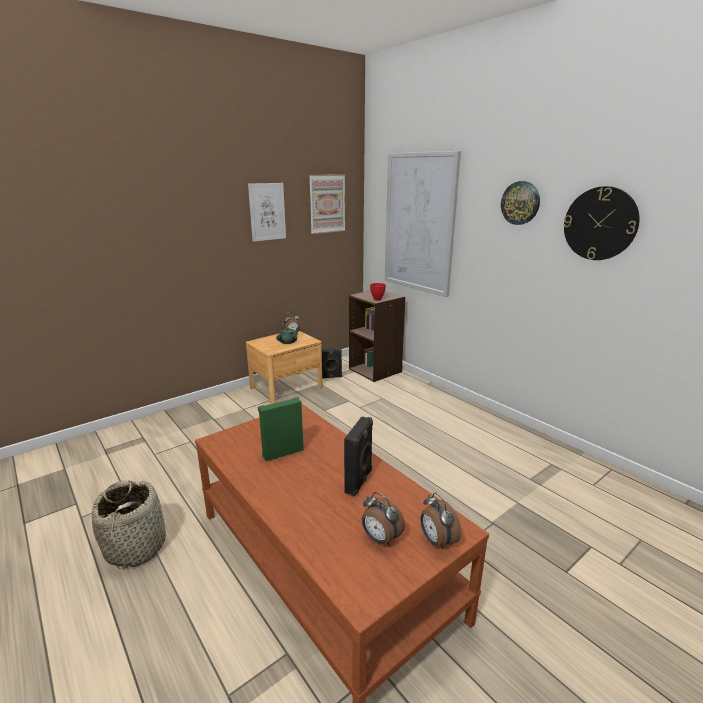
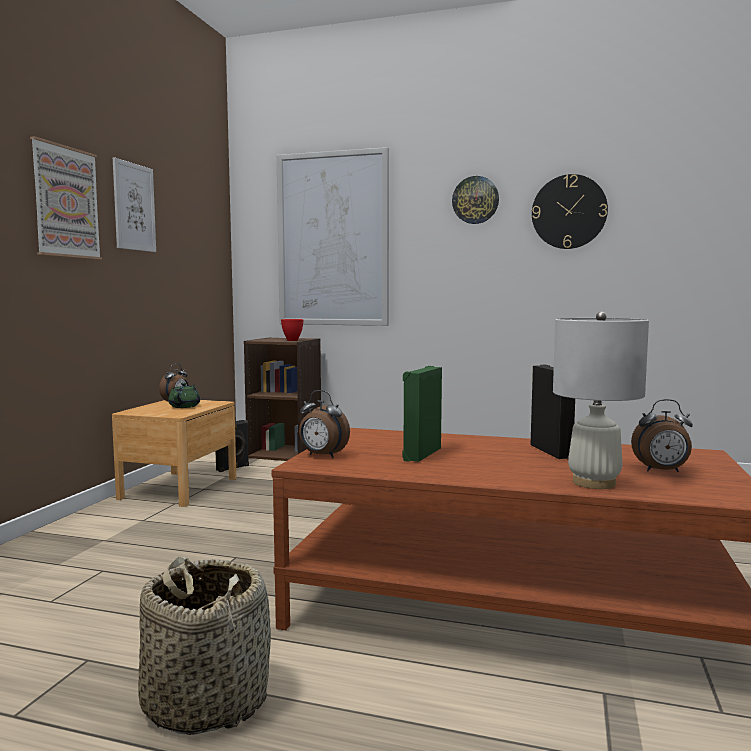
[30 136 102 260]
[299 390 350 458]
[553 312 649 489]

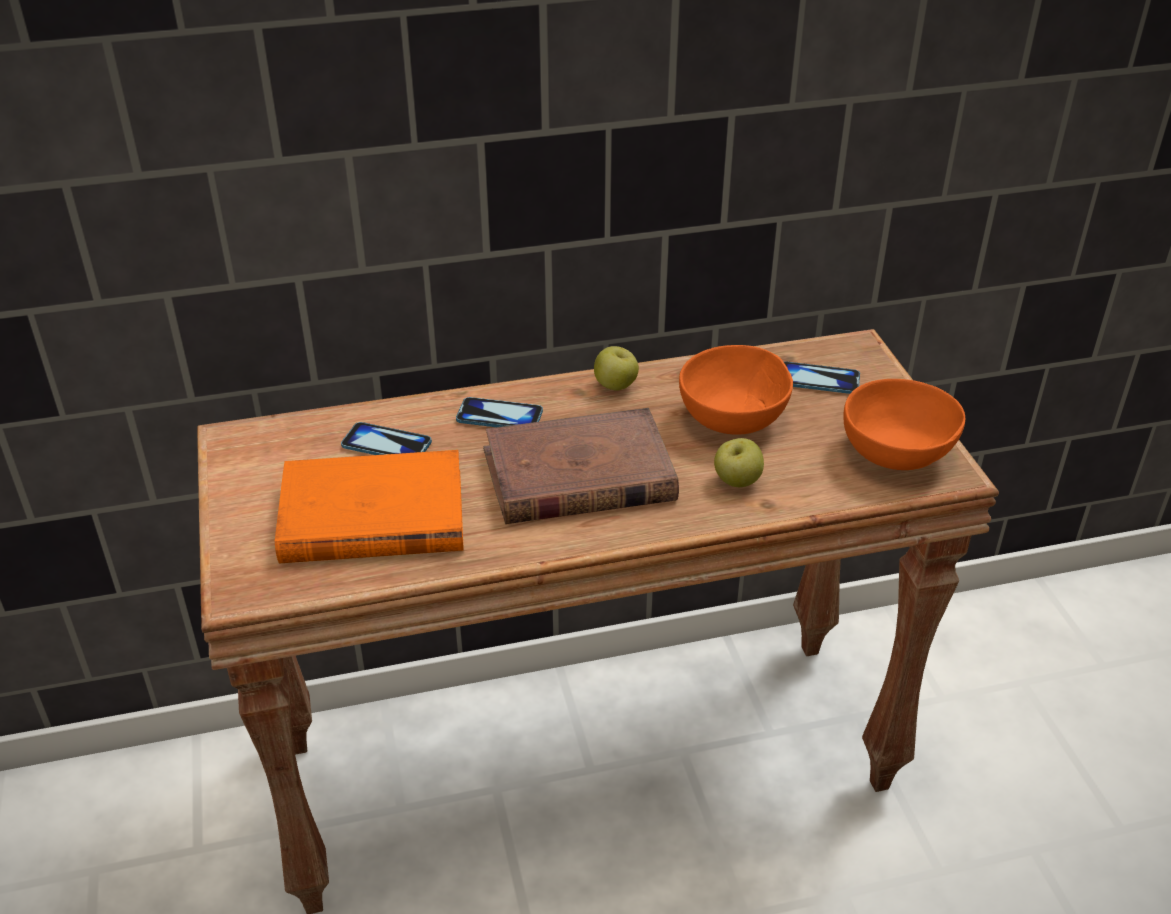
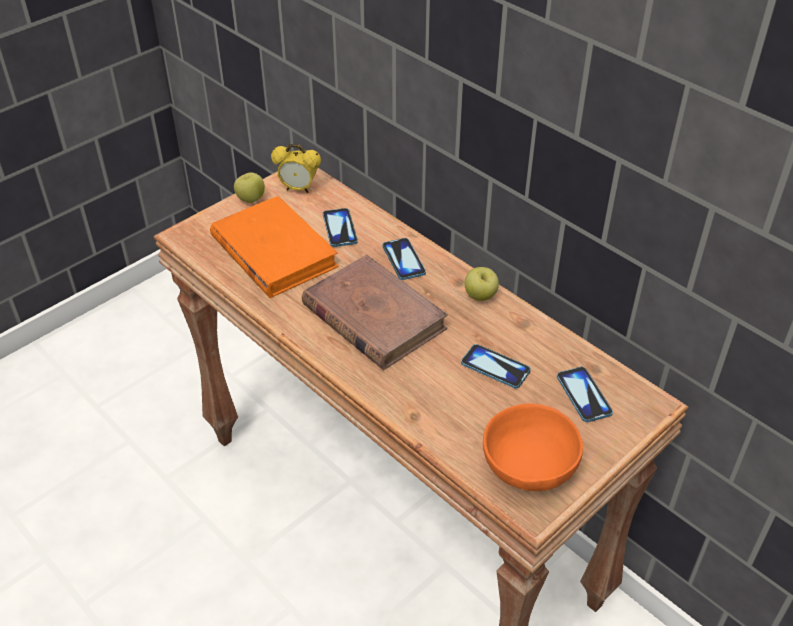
[234 172 265 203]
[271 144 321 193]
[461 344 531 388]

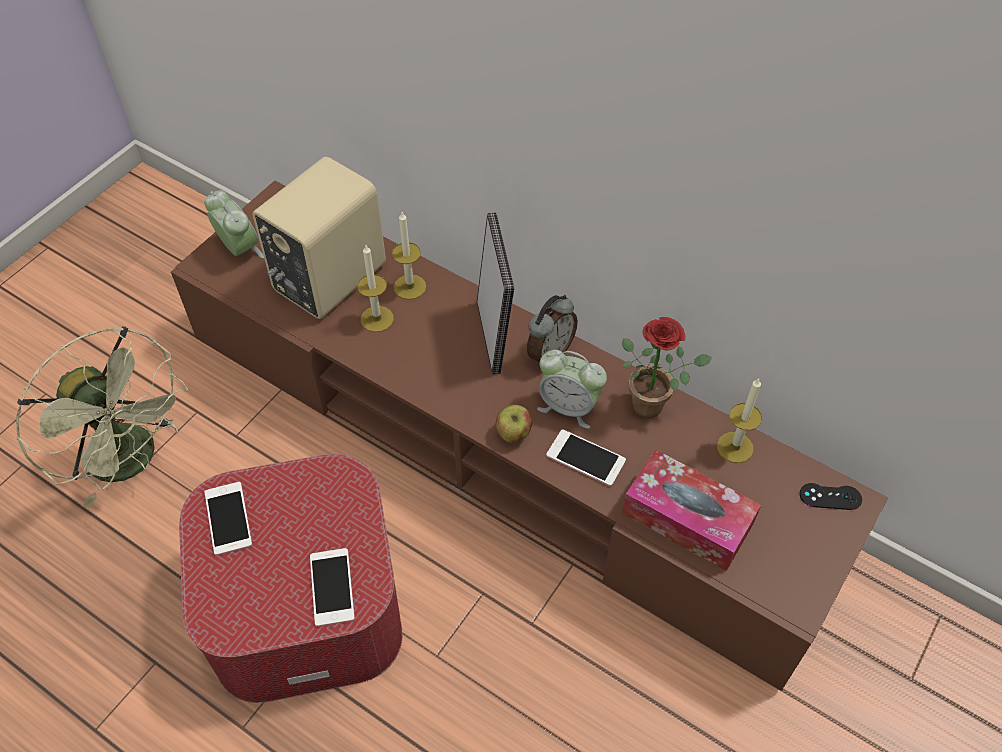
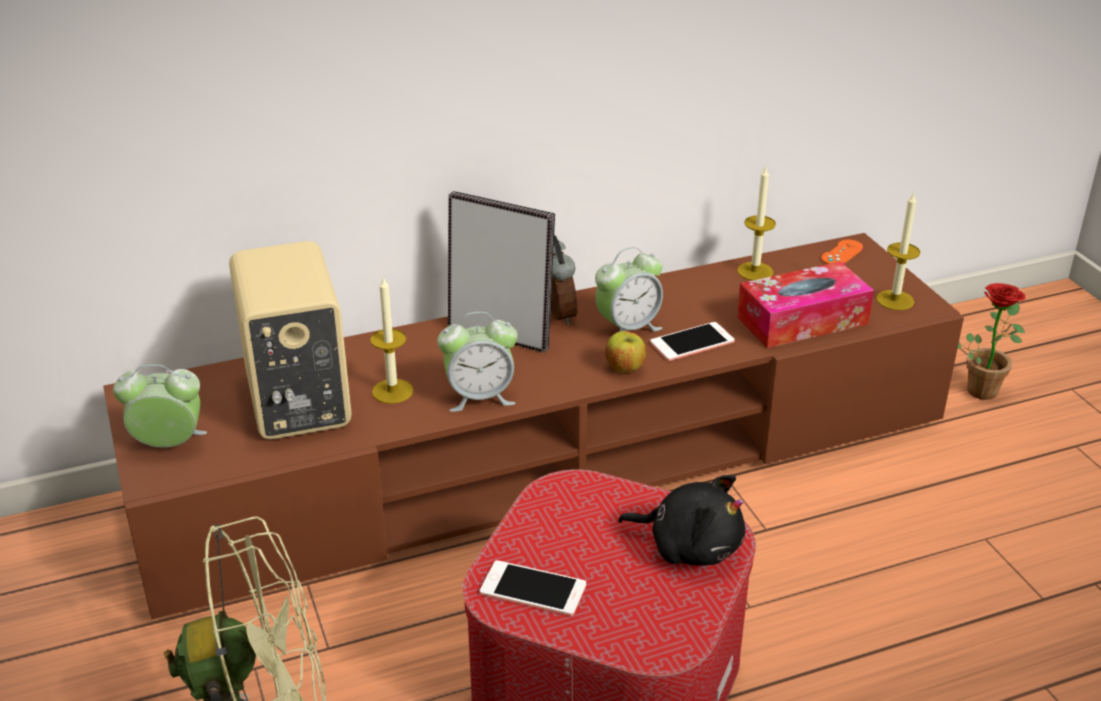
[437 312 517 412]
[618 475 745 566]
[821 240 863 264]
[876 192 920 310]
[958 283 1025 400]

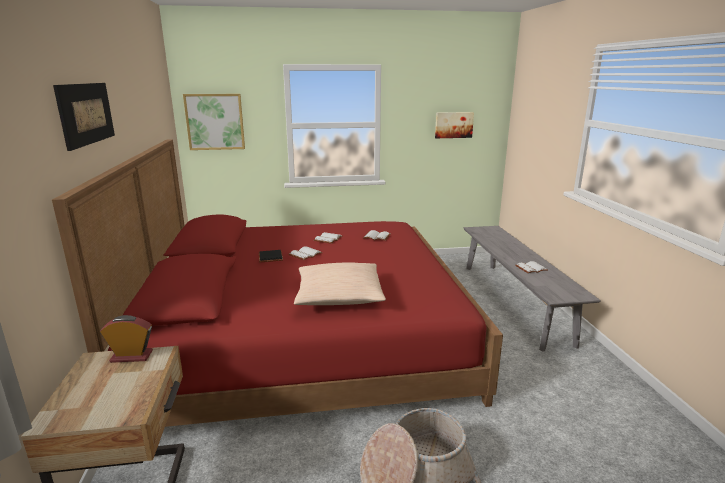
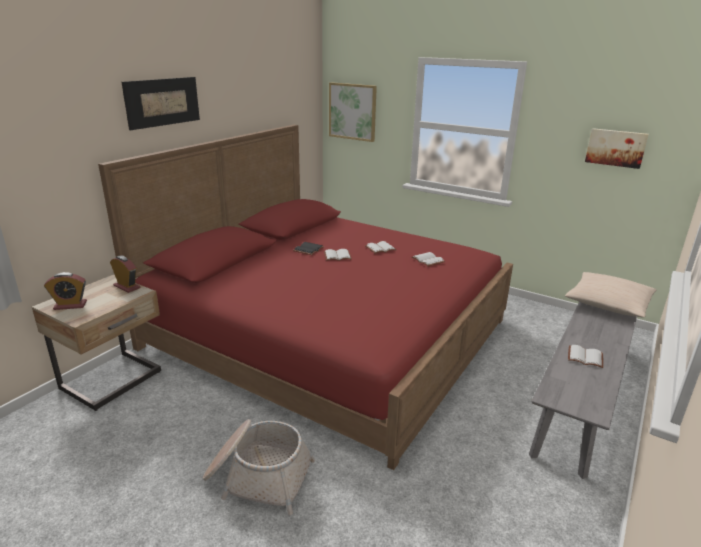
[44 272 87 310]
[565 272 656 318]

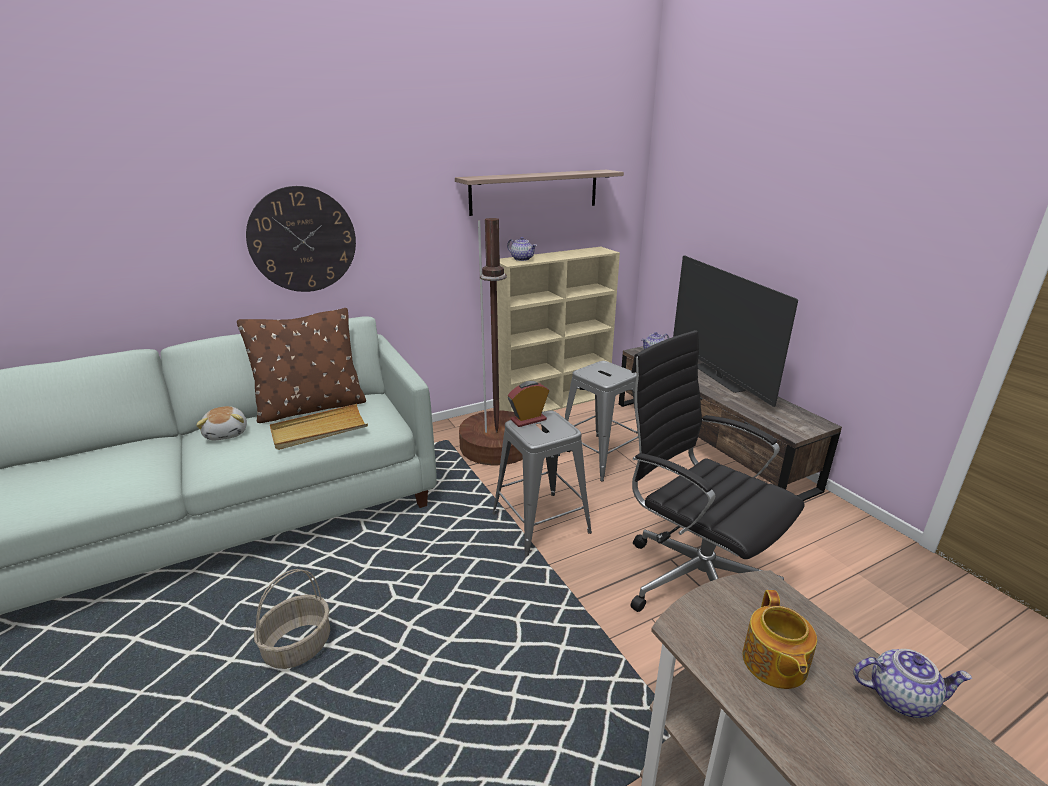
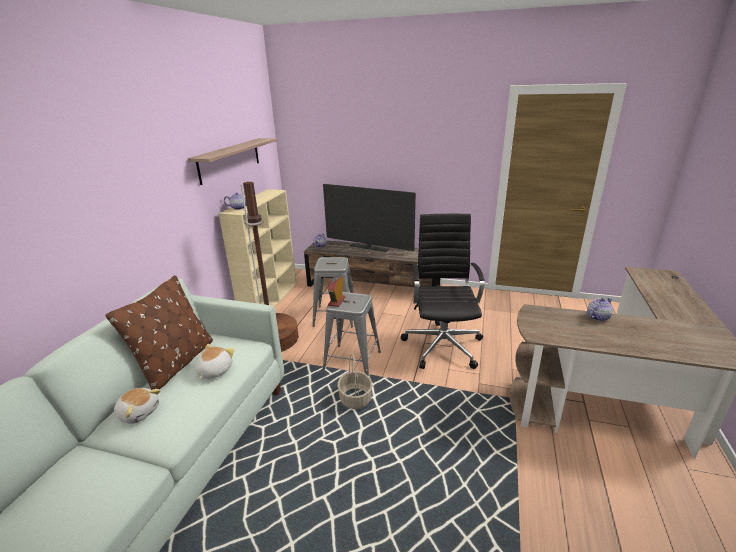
[195 344 234 379]
[337 354 372 409]
[401 214 485 369]
[246 186 356 292] (first image)
[743 590 817 689] (first image)

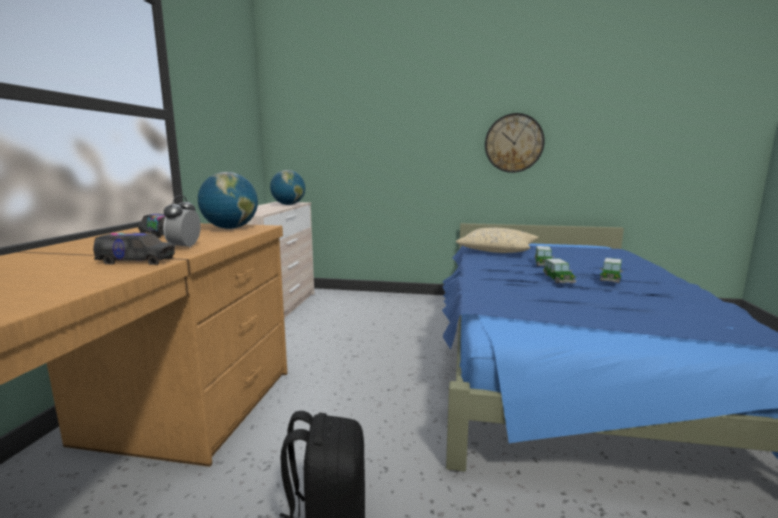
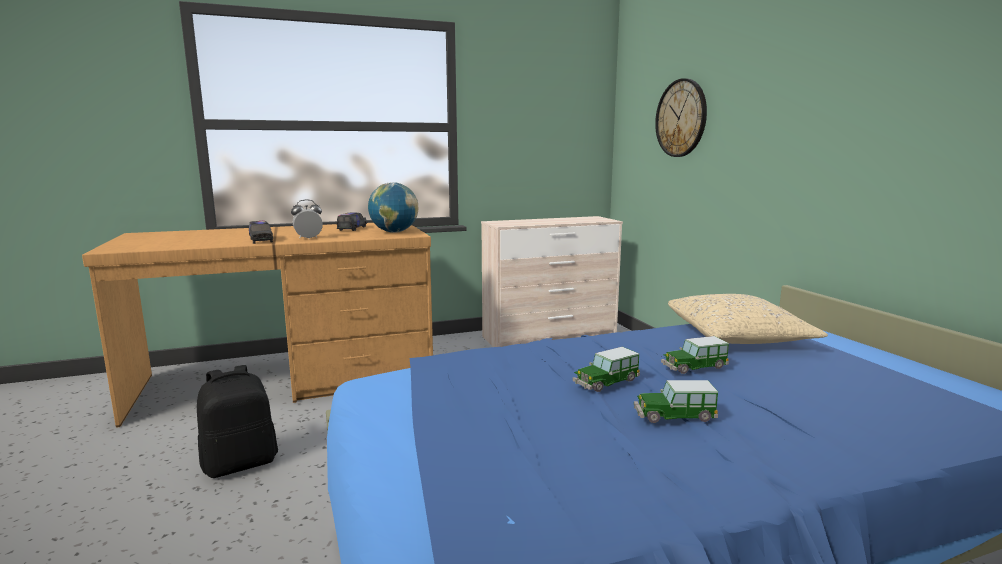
[655 78 707 157]
[270 170 305 205] (first image)

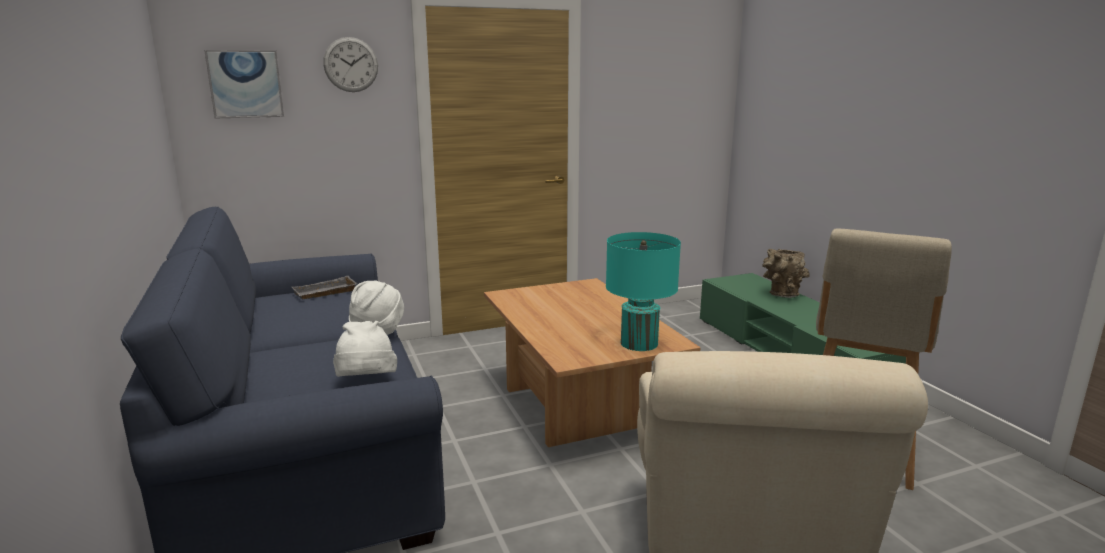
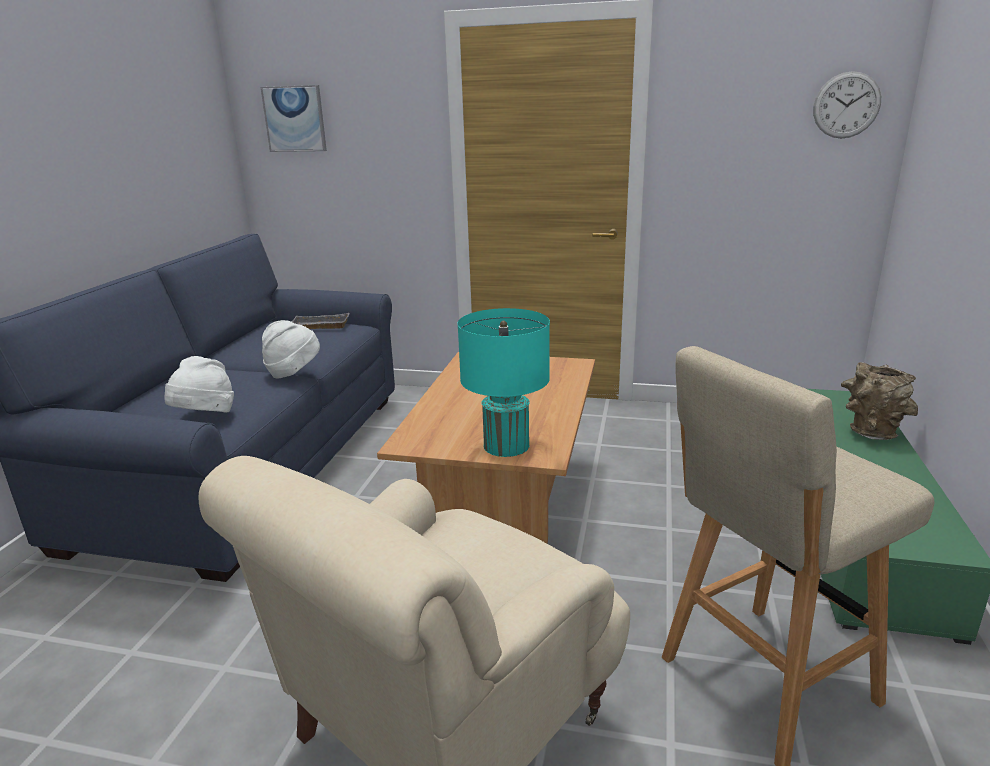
[813 71 881 138]

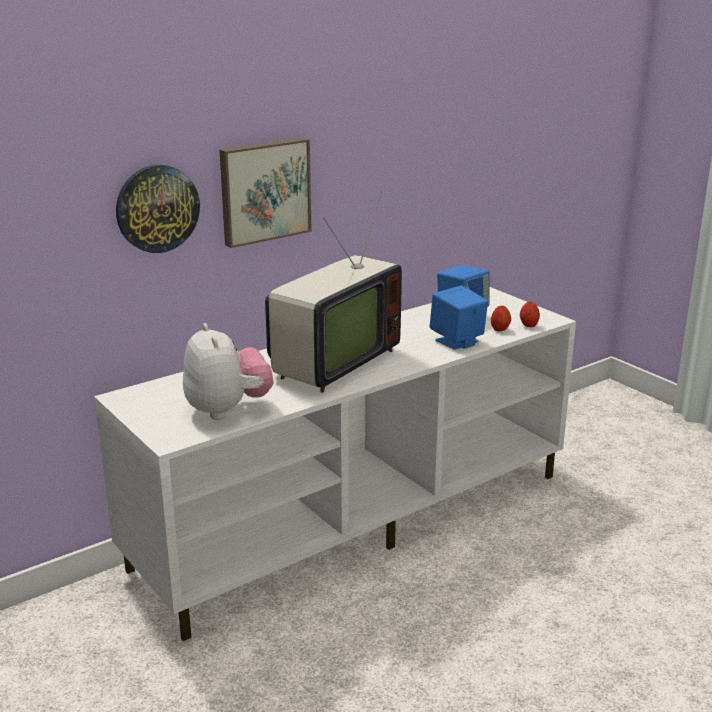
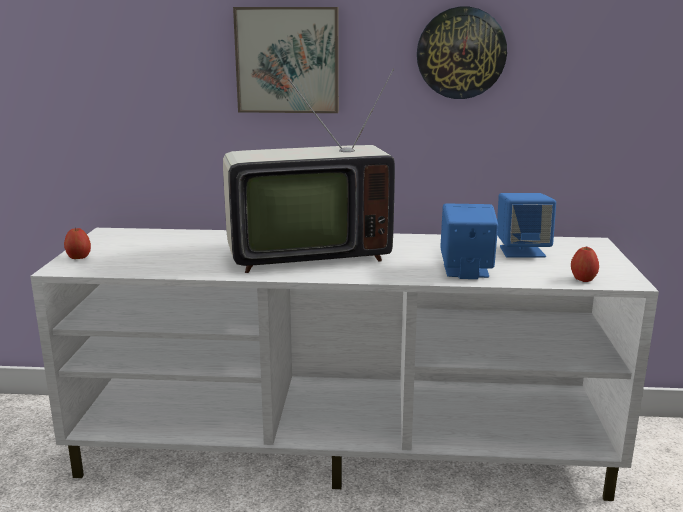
[64 228 91 259]
[417 7 507 99]
[183 323 274 420] (first image)

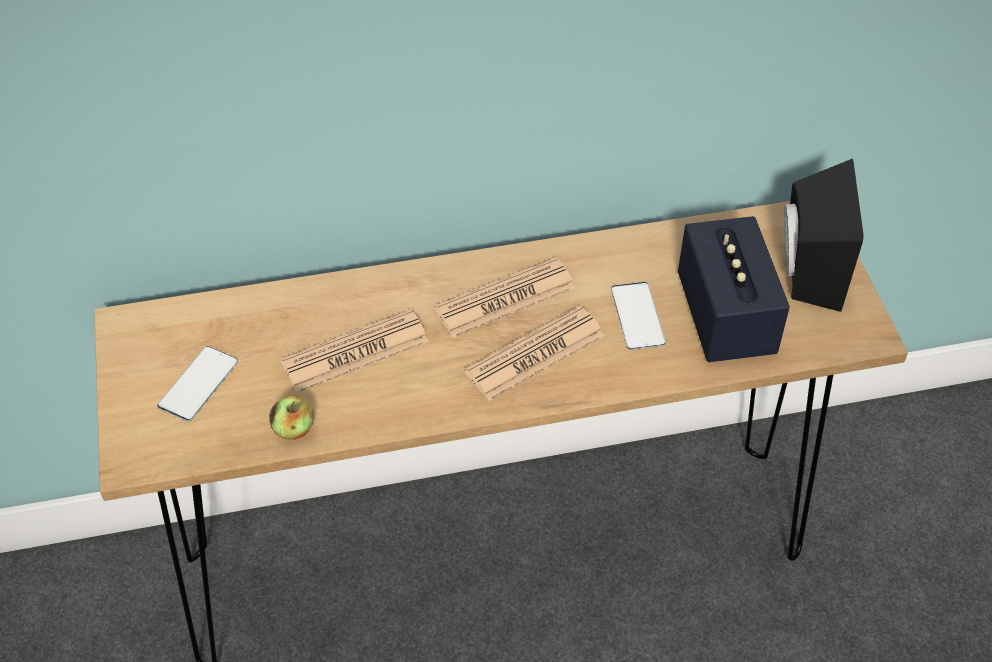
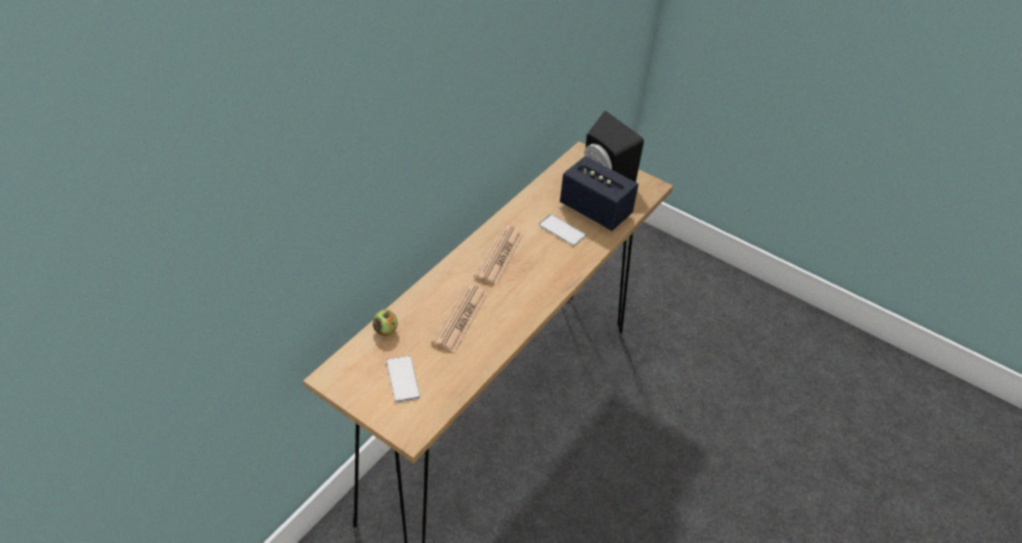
[373 310 398 336]
[464 306 604 401] (first image)

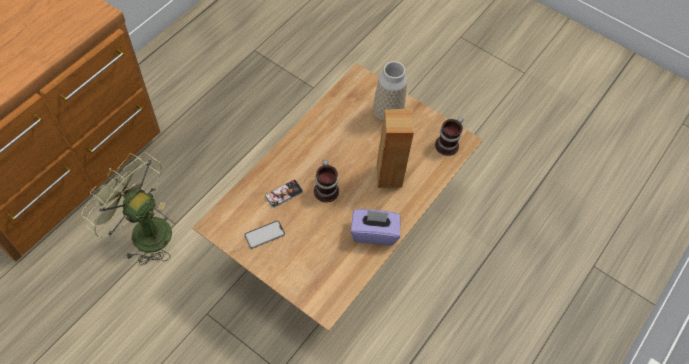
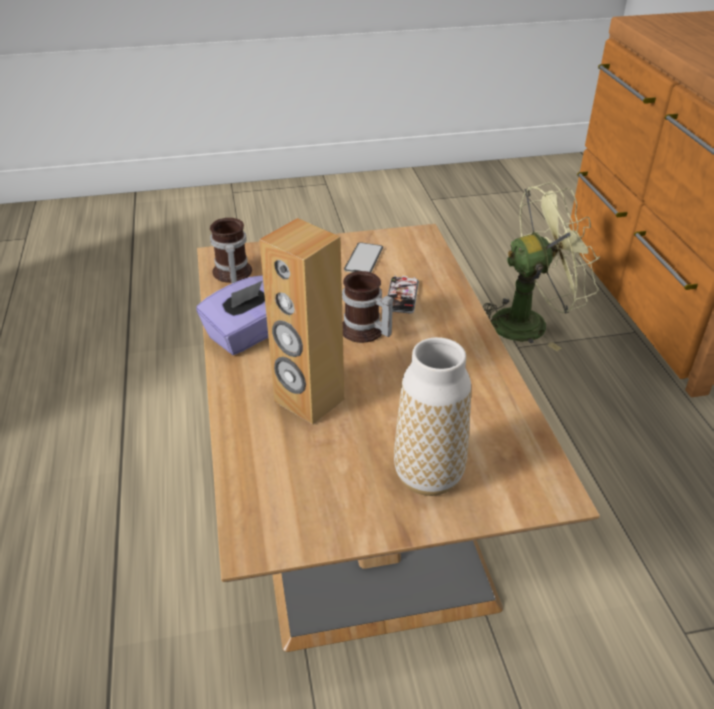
[210 218 252 283]

